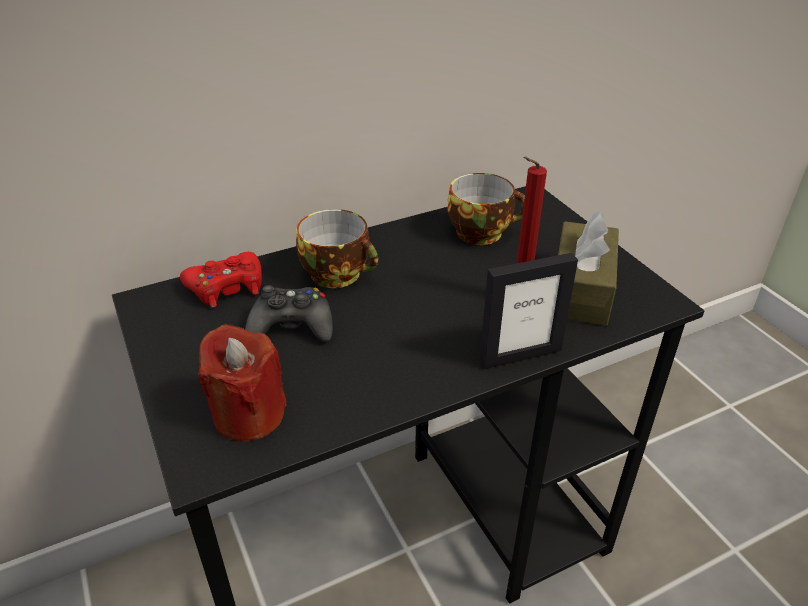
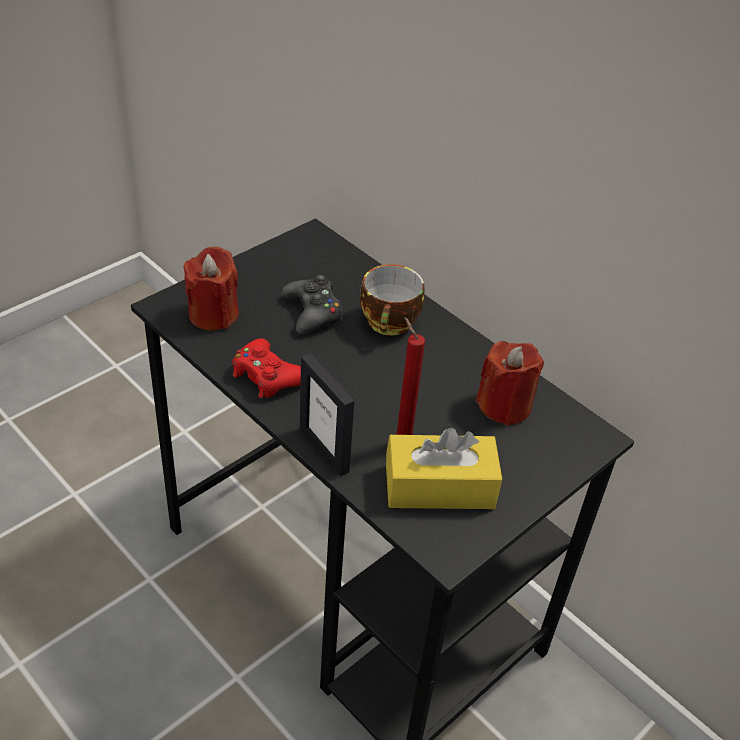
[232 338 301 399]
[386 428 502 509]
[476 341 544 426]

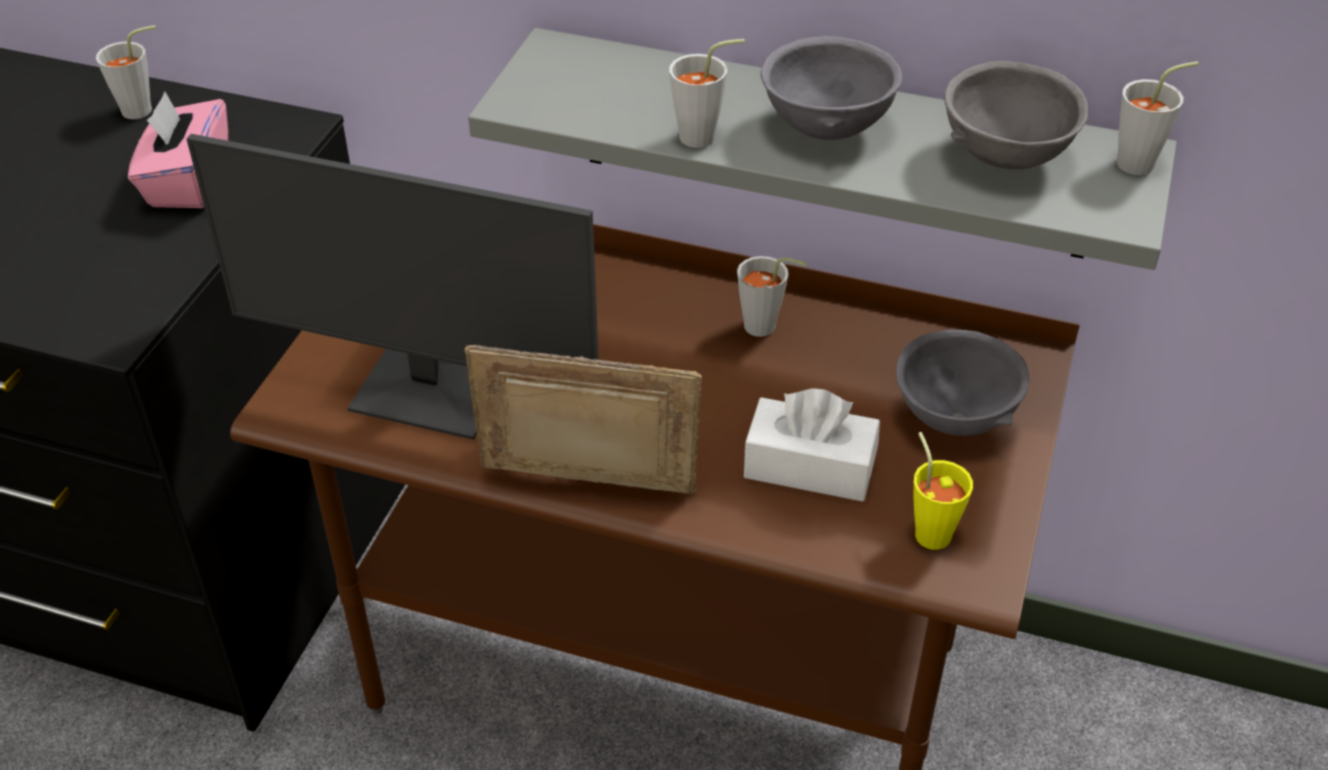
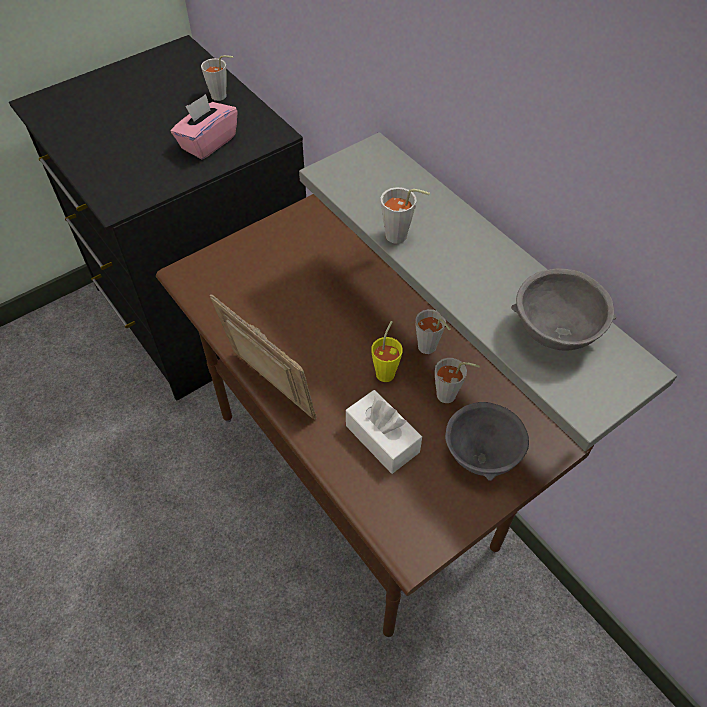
[371 321 403 382]
[435 358 480 403]
[186 134 599 440] (first image)
[761 36 902 140] (first image)

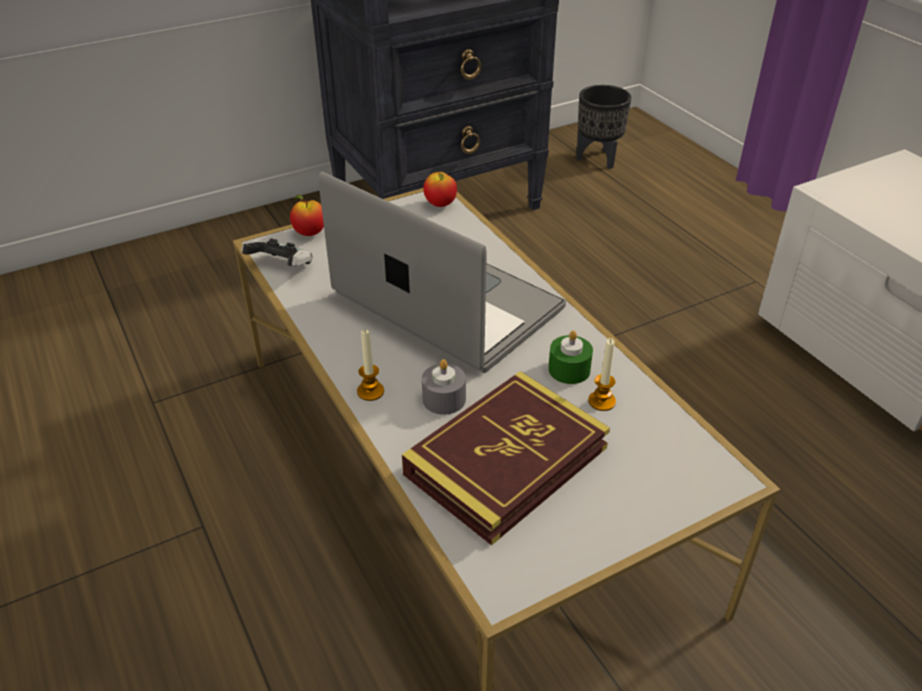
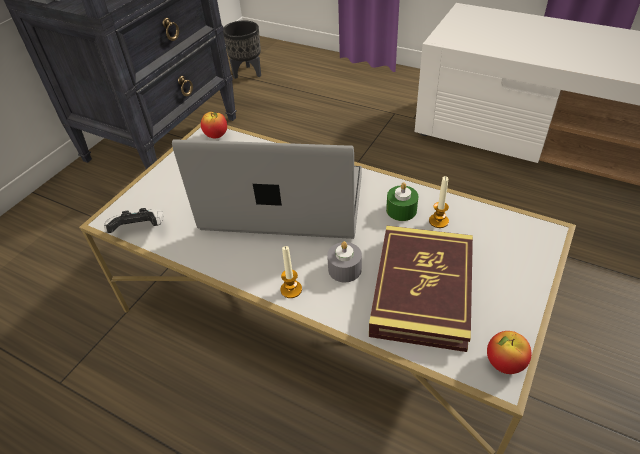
[487 331 531 374]

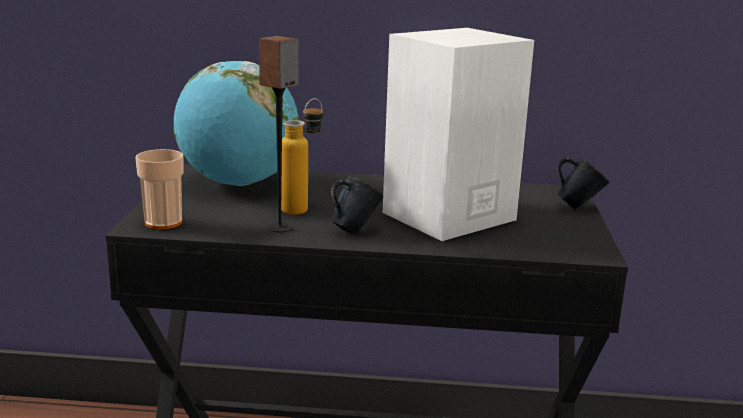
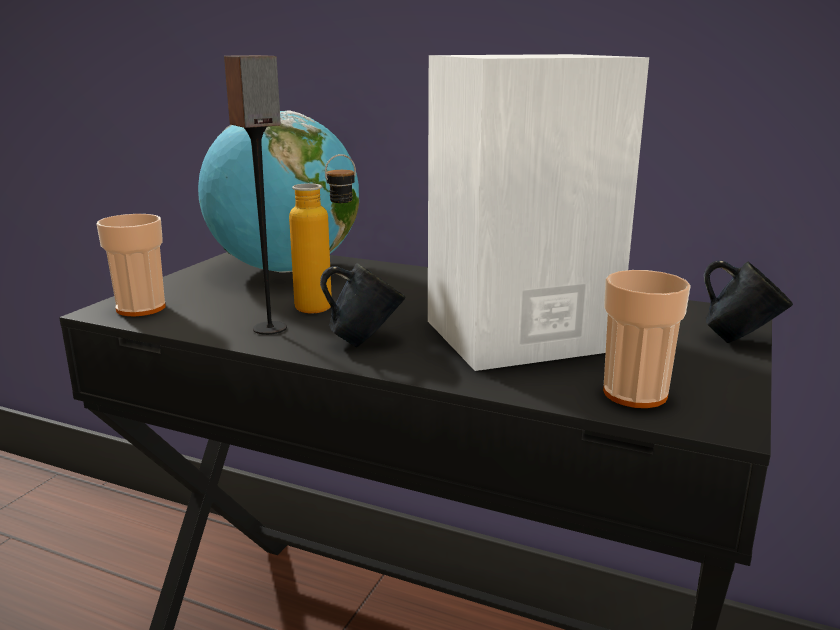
[603 270 691 408]

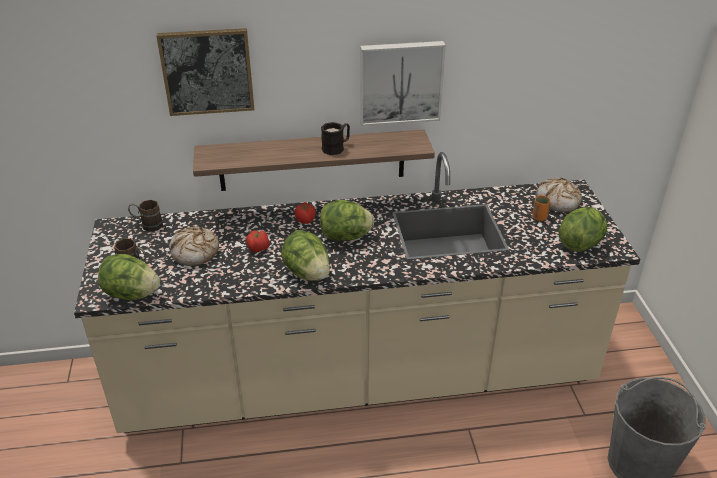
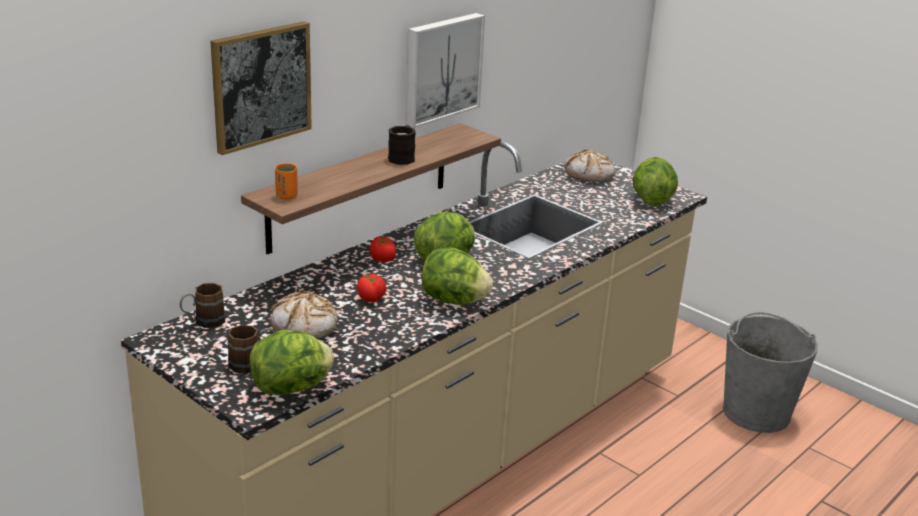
[275 163 298 200]

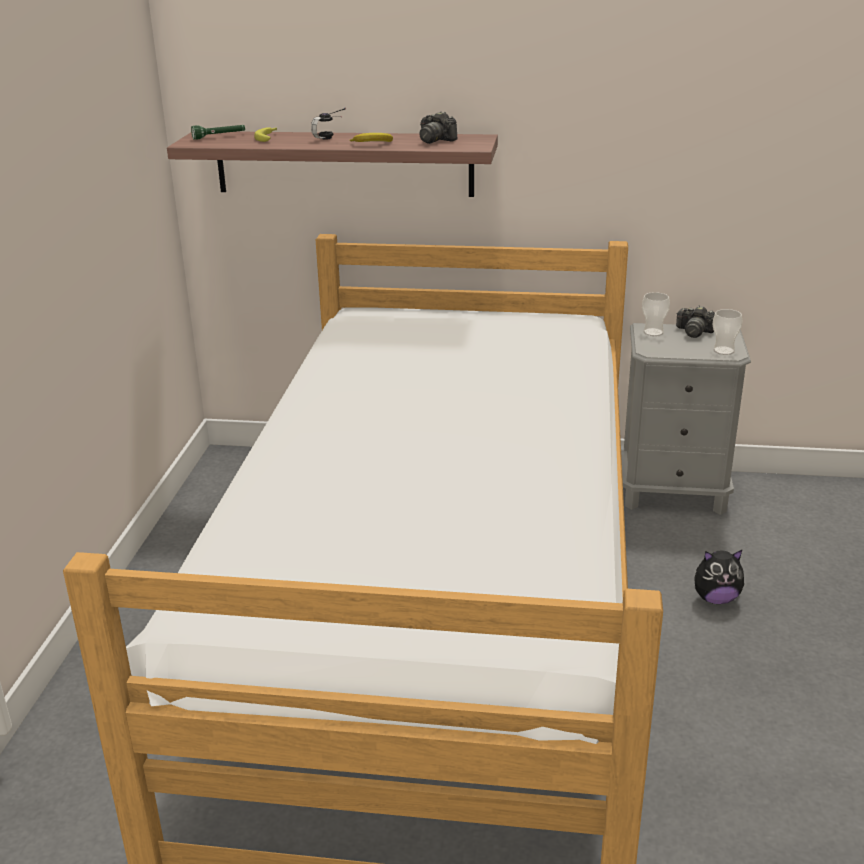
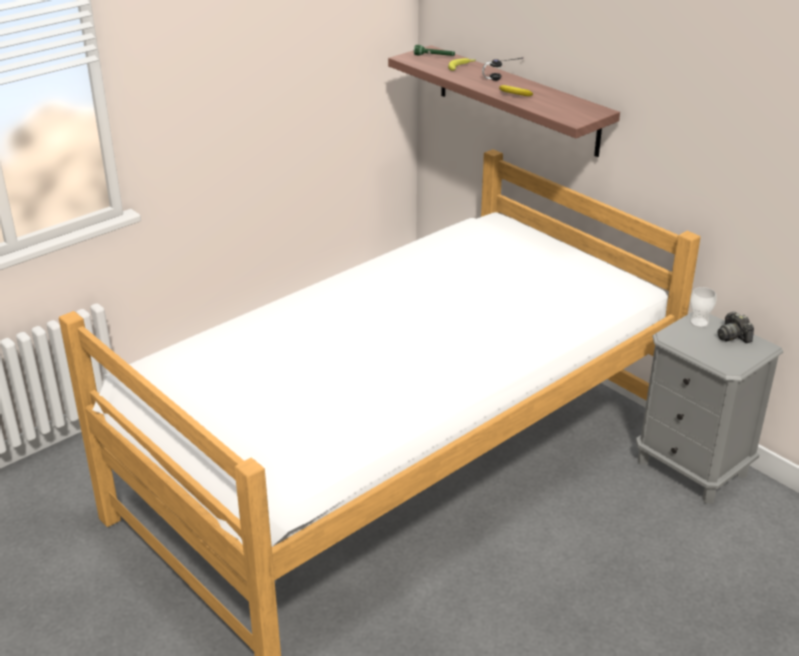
[420 111 457 144] (first image)
[694 550 744 604] (first image)
[713 309 742 355] (first image)

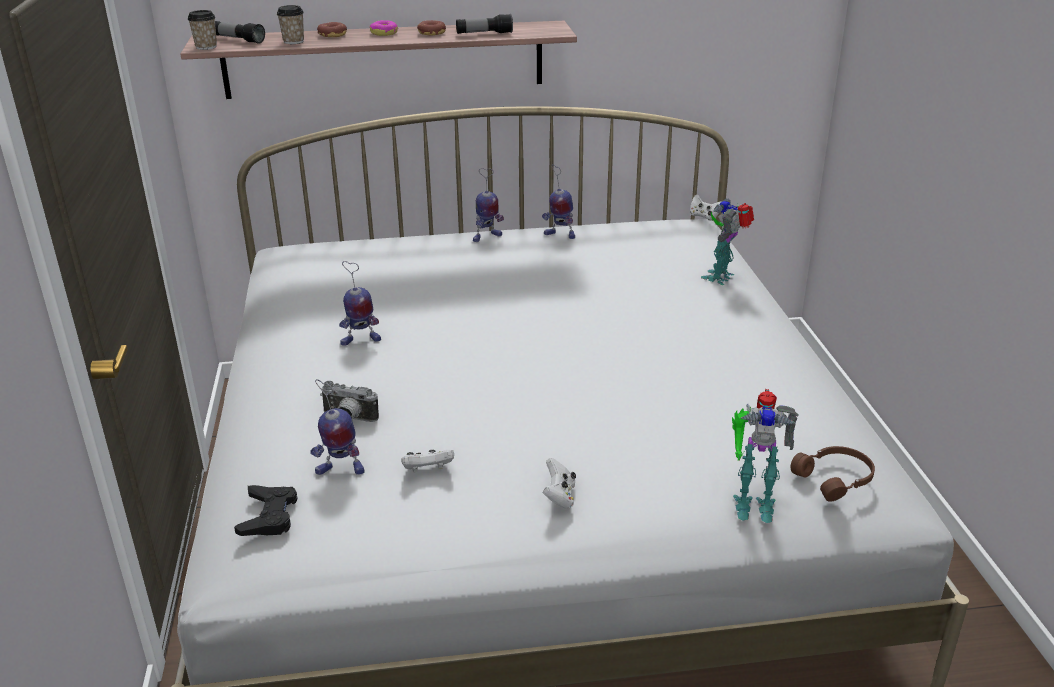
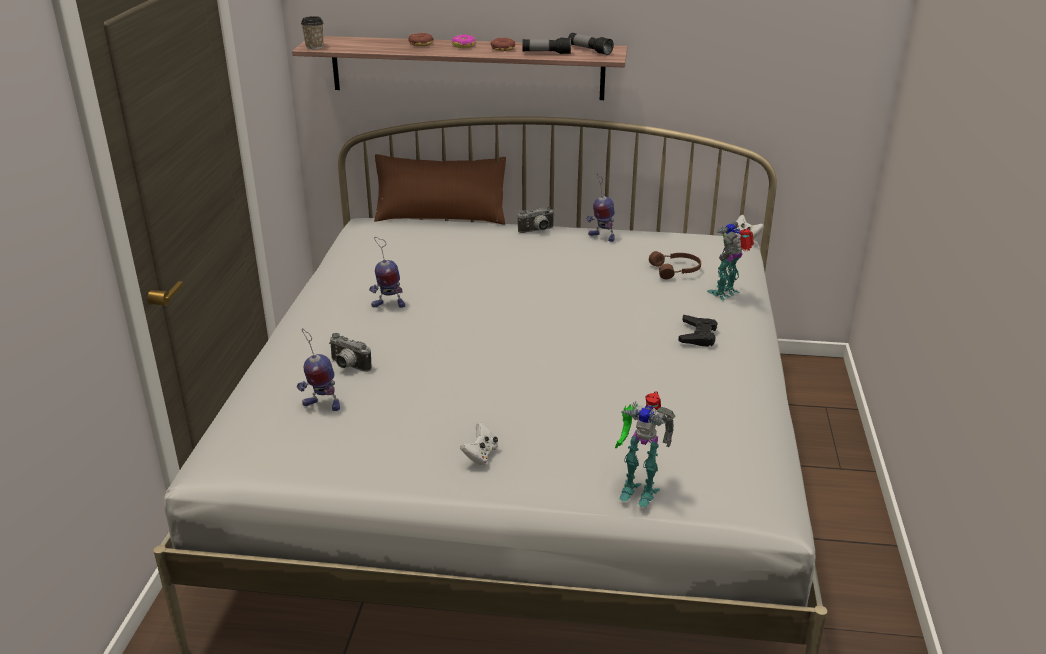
[374 154 506 225]
[518 207 555 233]
[568 33 614 55]
[649 251 701 279]
[678 315 717 347]
[277 5 304 44] (first image)
[401 450 454 472] (first image)

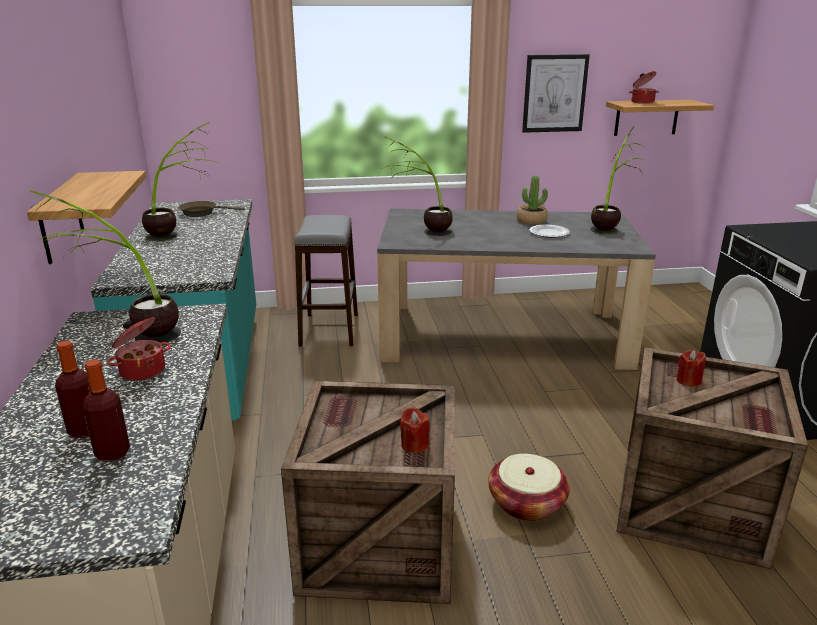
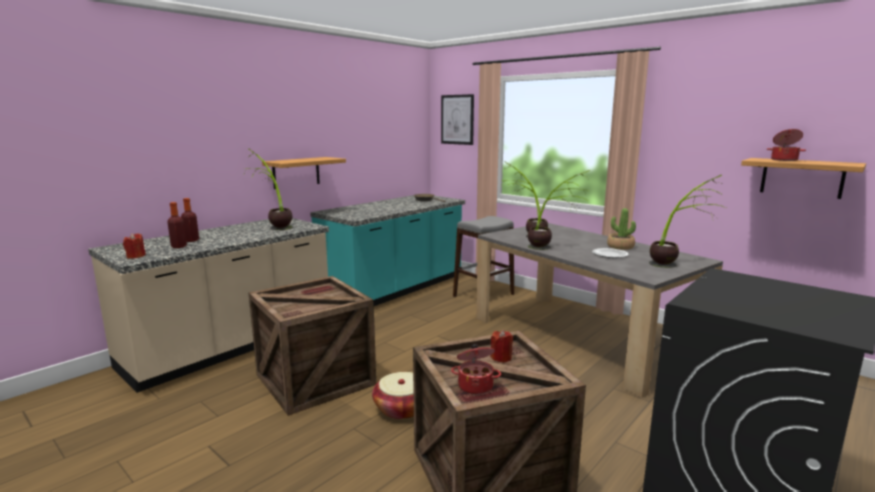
[123 233 146 259]
[441 94 474 145]
[451 344 501 395]
[528 170 590 250]

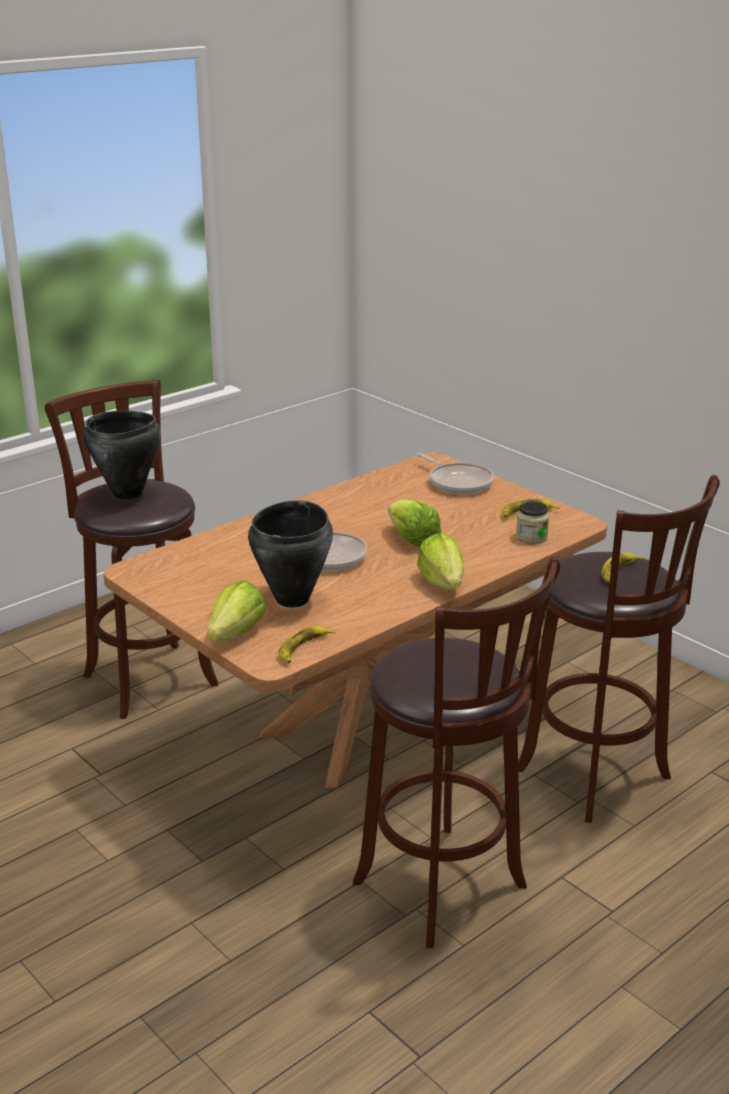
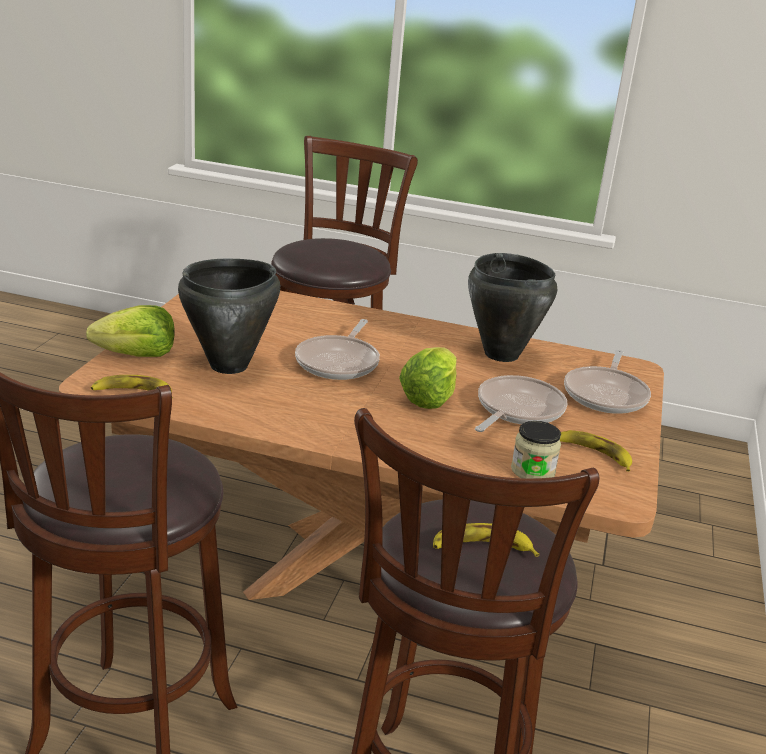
[468 253 558 362]
[475 375 568 432]
[417 533 464 590] (first image)

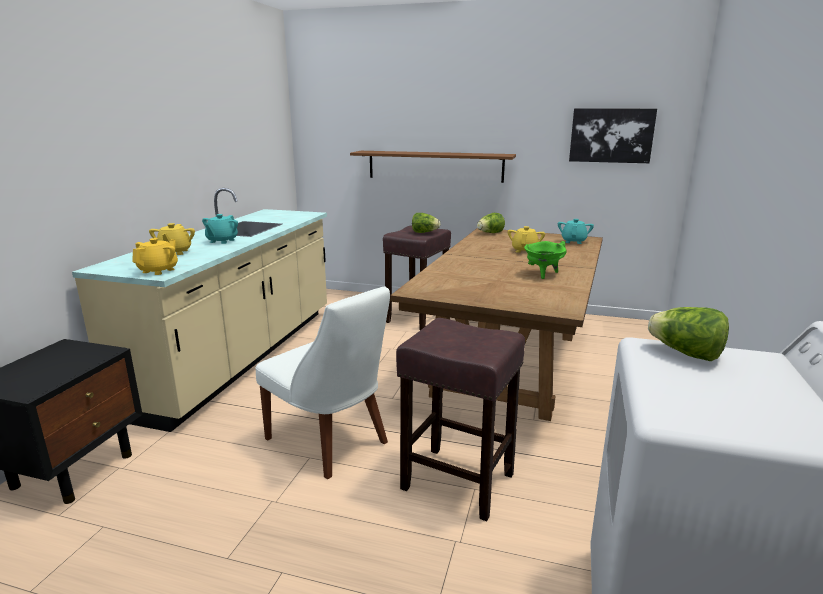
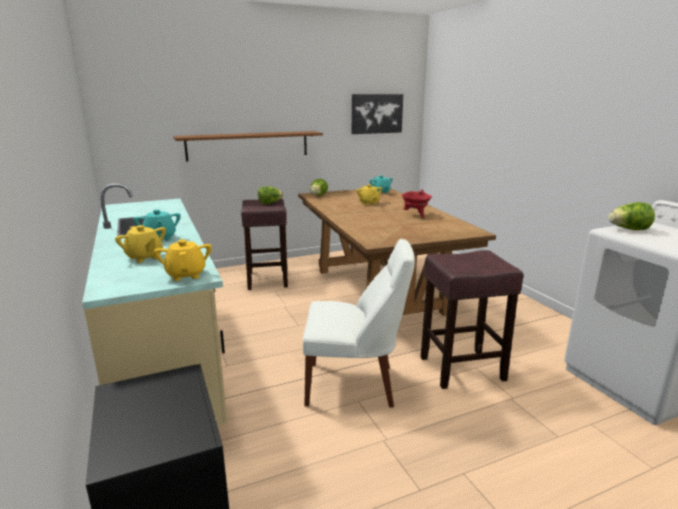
[402 190 432 218]

